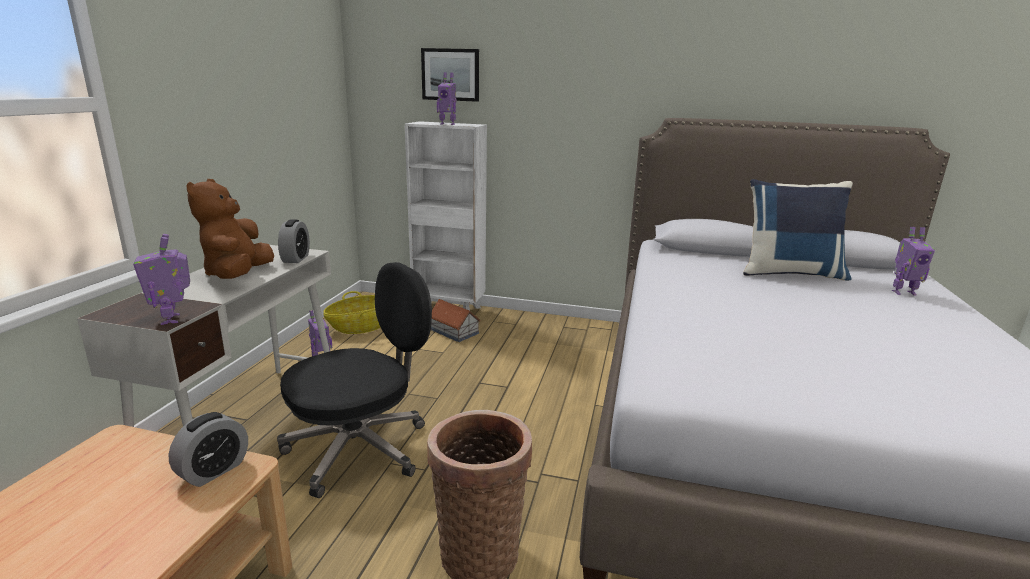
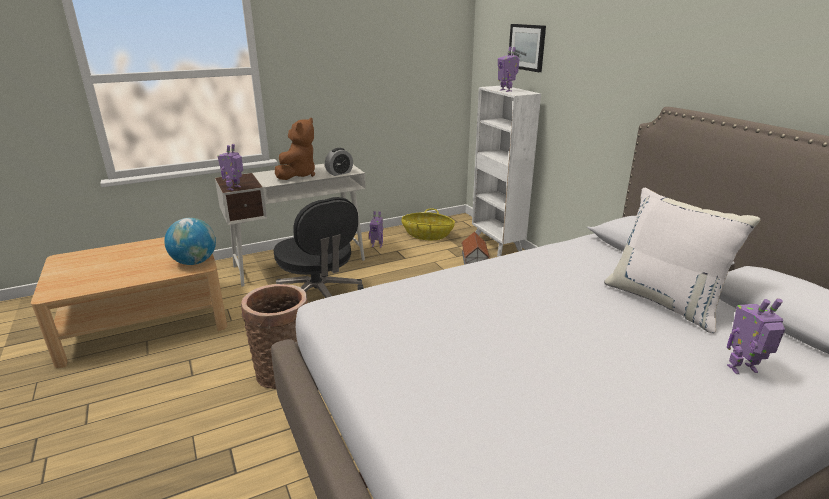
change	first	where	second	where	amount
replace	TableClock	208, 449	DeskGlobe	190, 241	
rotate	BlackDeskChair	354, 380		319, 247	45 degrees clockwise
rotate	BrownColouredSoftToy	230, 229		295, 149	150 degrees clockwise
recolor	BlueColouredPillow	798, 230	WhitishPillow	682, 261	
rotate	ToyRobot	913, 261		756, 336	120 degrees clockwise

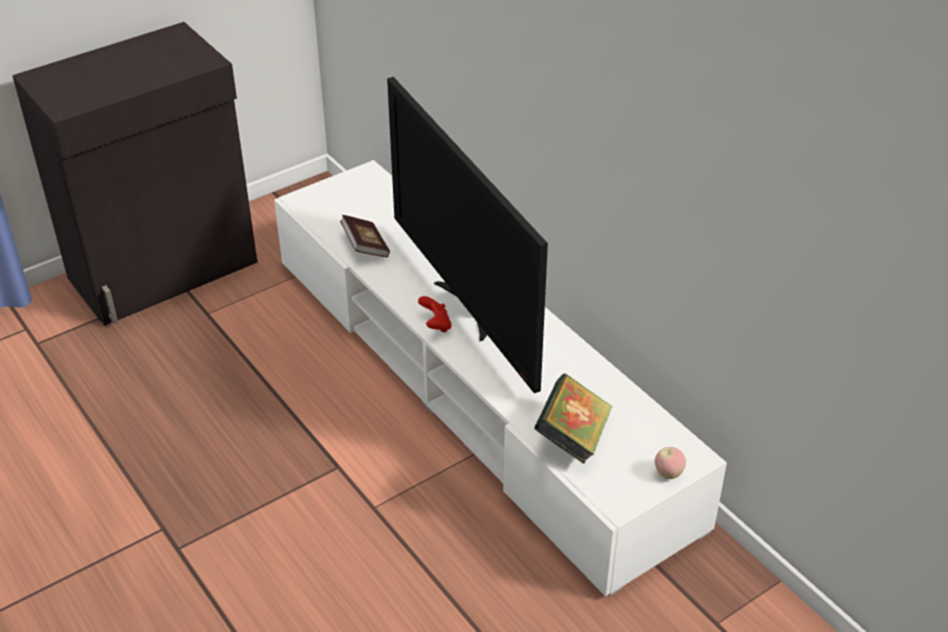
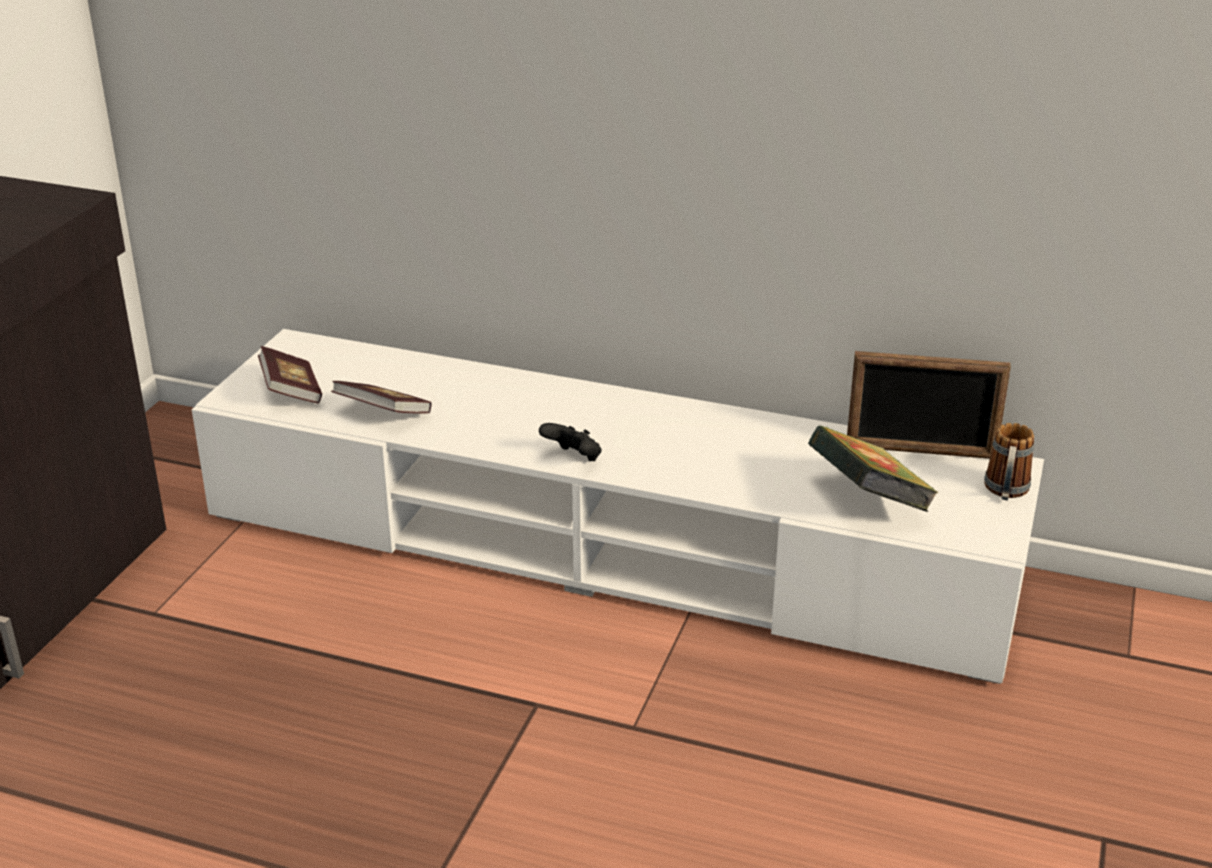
change	first	where	second	where	amount
insert			Book	290, 375	
recolor	RedGameController	435, 314	BlackGameController	570, 442	
insert			PhotoFrame	929, 405	
replace	Apple	670, 463	CoffeeMug	1009, 461	
delete	Tv	467, 235			

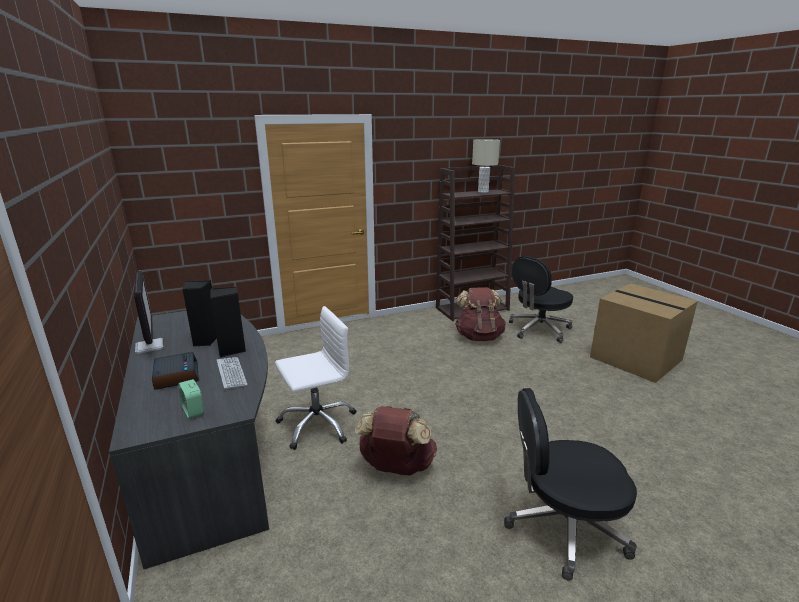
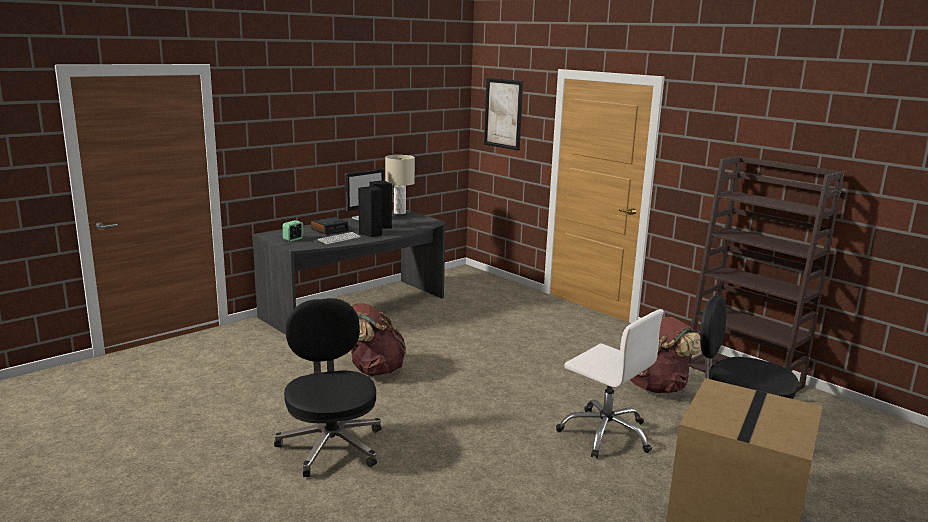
change	first	where	second	where	amount
move	BeigeColouredTabletopLamp	486, 166		400, 184	
insert			Picture	503, 114	
move	WhitishDeskChair	315, 378		610, 383	

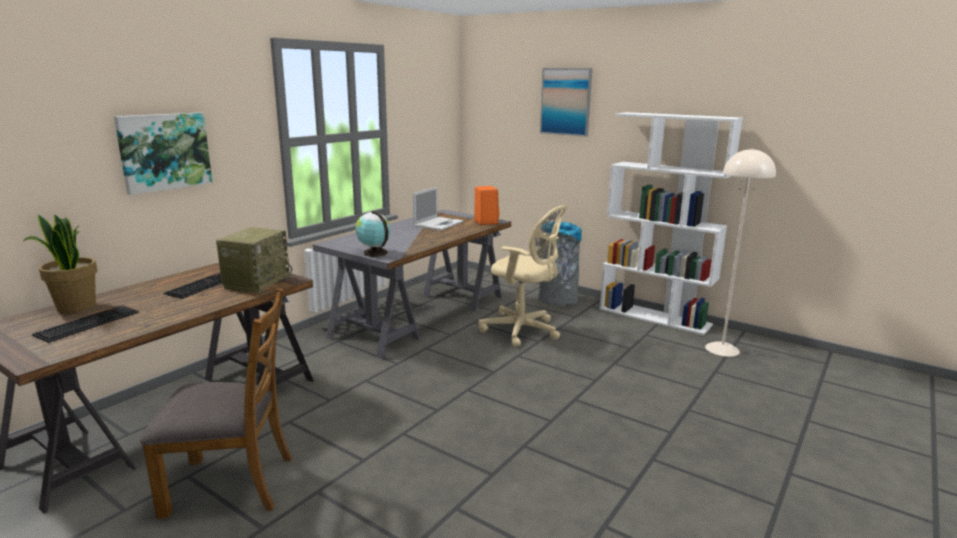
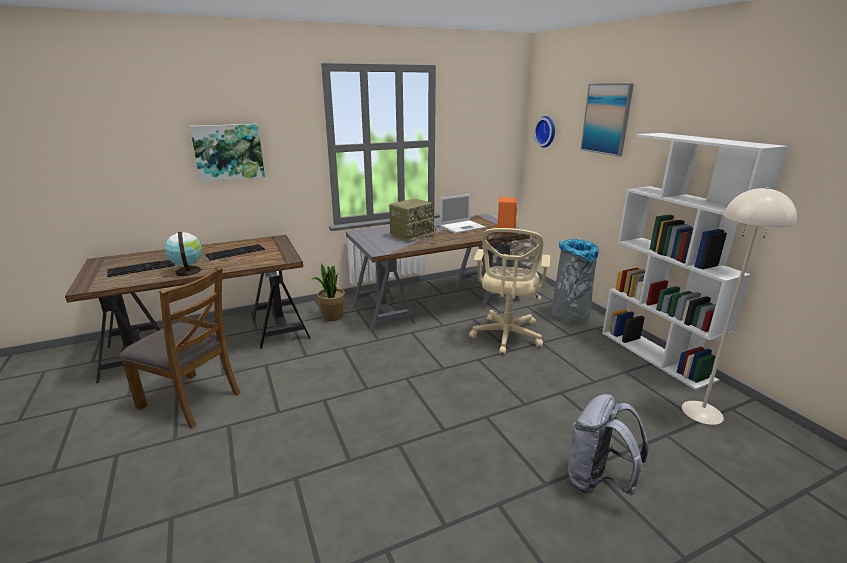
change	first	where	second	where	amount
move	DeskGlobe	373, 234		183, 254	
move	Houseplant	60, 263		328, 292	
move	Radio	254, 260		412, 220	
rotate	BeigeColouredDeskChair	522, 276		509, 291	45 degrees clockwise
insert			WallClock	544, 132	
insert			GreyBackpack	608, 444	

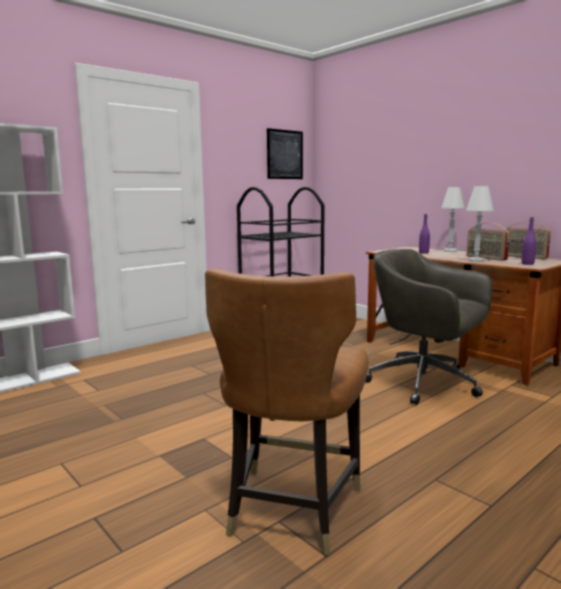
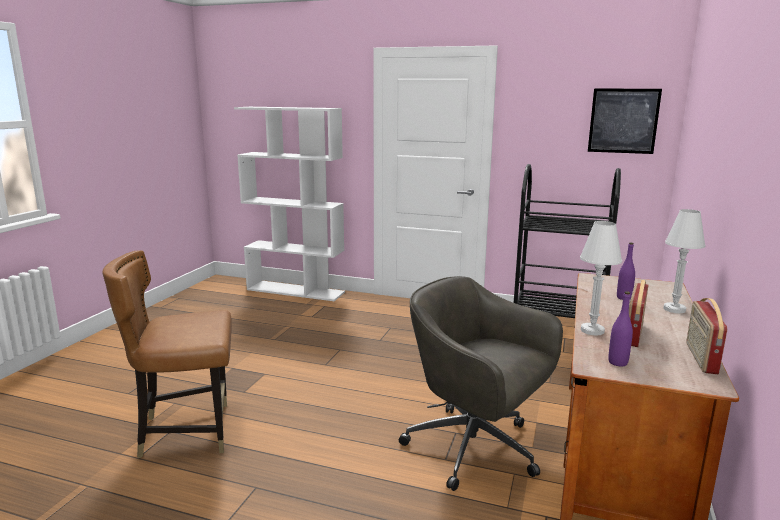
change	first	where	second	where	amount
rotate	GreyDeskChair	429, 327		481, 383	60 degrees counterclockwise

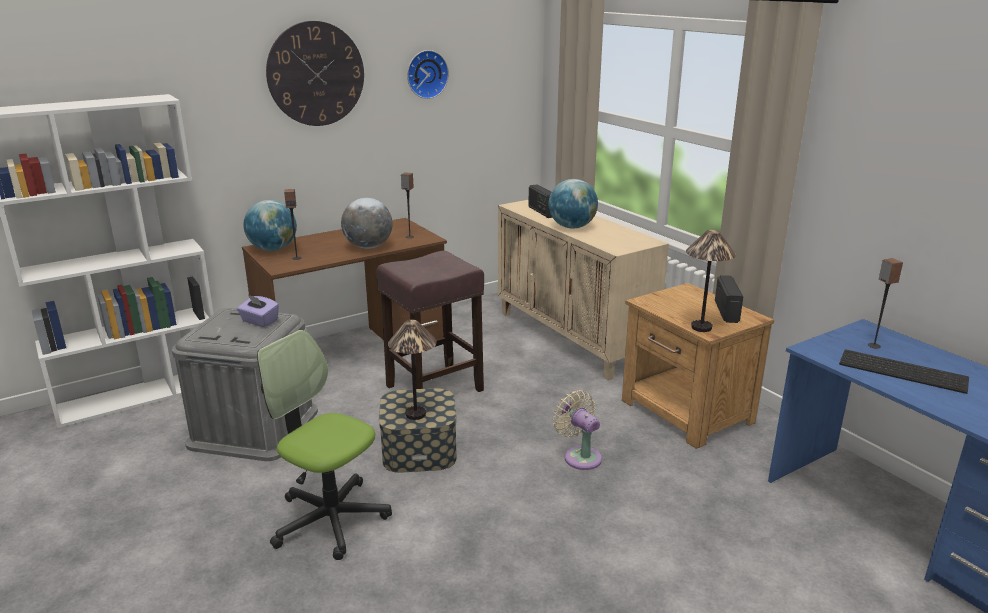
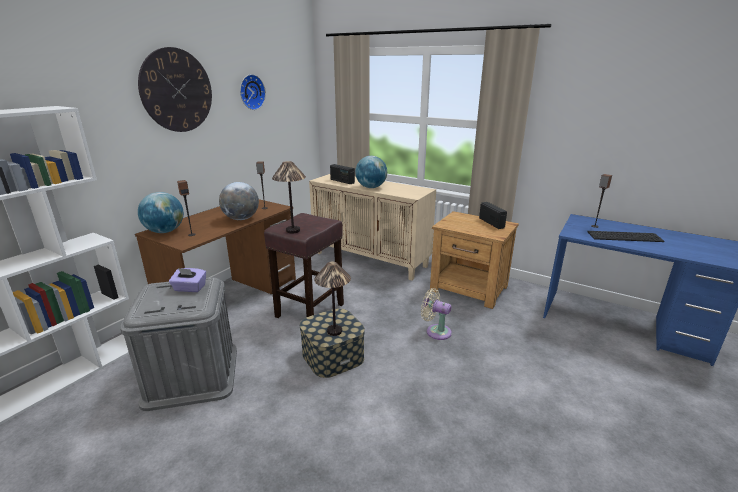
change	first	where	second	where	amount
move	TabletopLamp	711, 281		289, 197	
delete	DeskChair	324, 445			

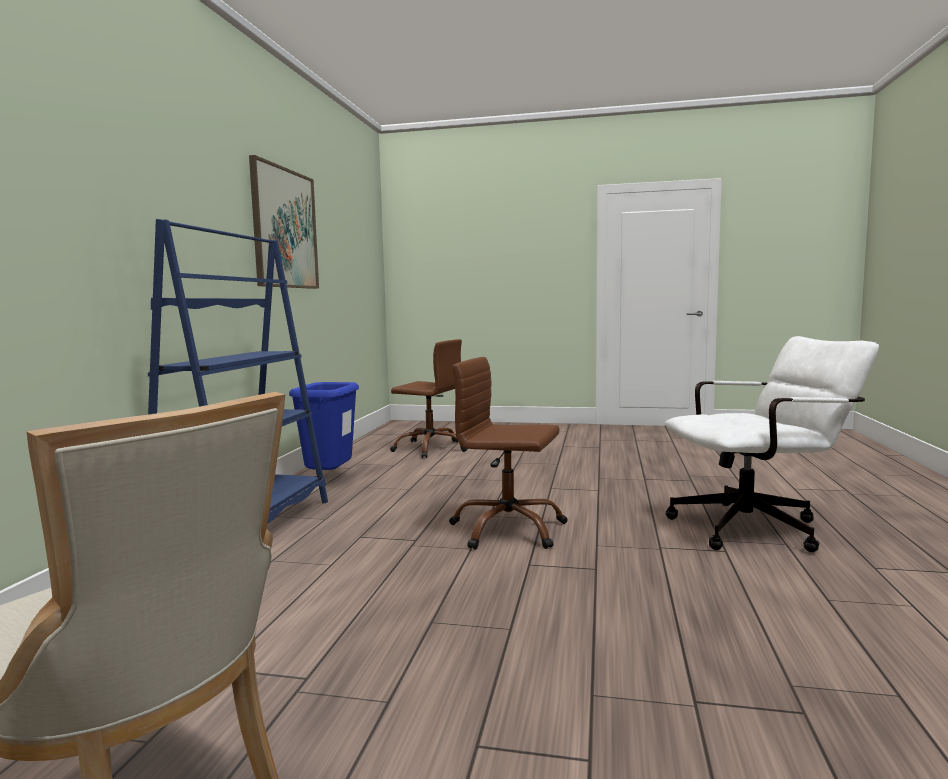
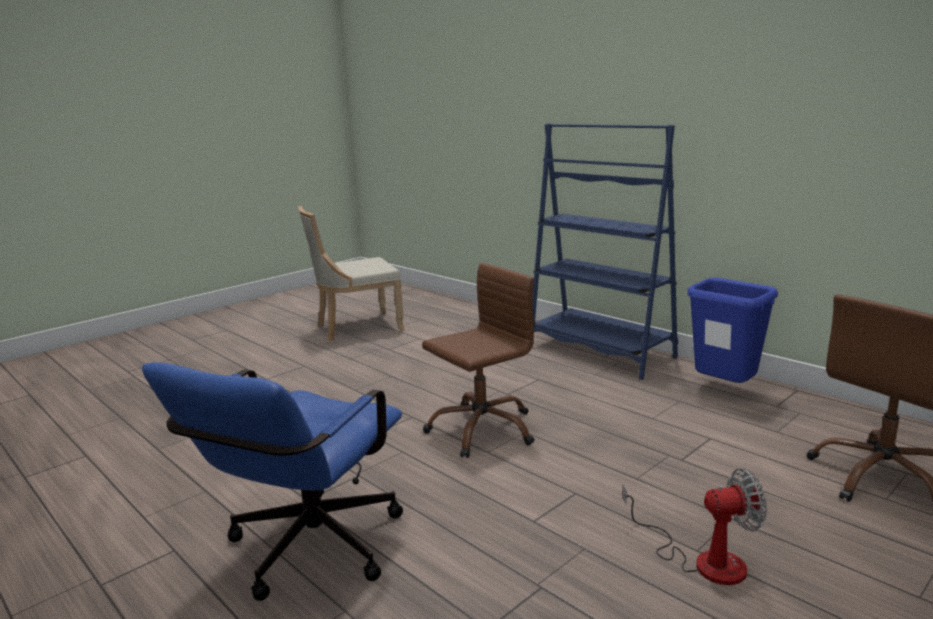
change	first	where	second	where	amount
recolor	WhitishDeskChair	772, 444	BlueColouredDeskChair	272, 481	
insert			Fan	694, 526	
delete	Picture	284, 222			

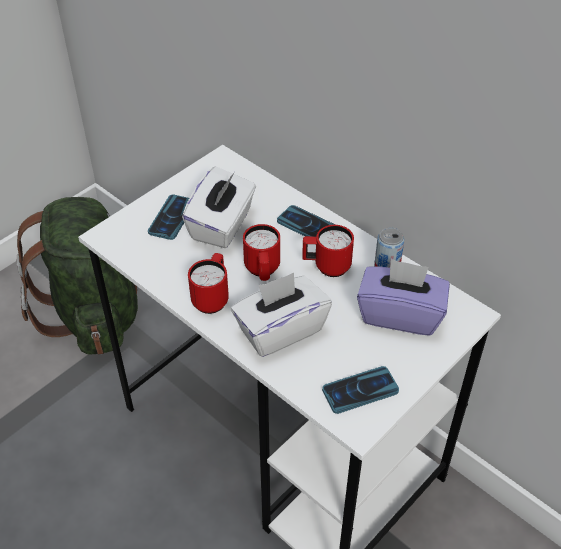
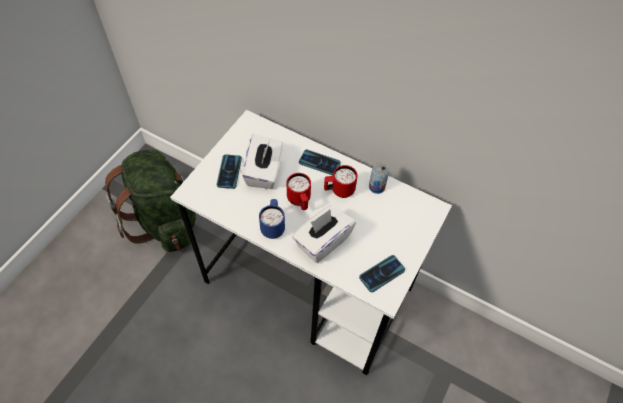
change	first	where	second	where	amount
recolor	RedCoffeeMug	208, 283	BlueColouredCoffeeMug	272, 219	
delete	PurpleBoxOfTissues	403, 297			

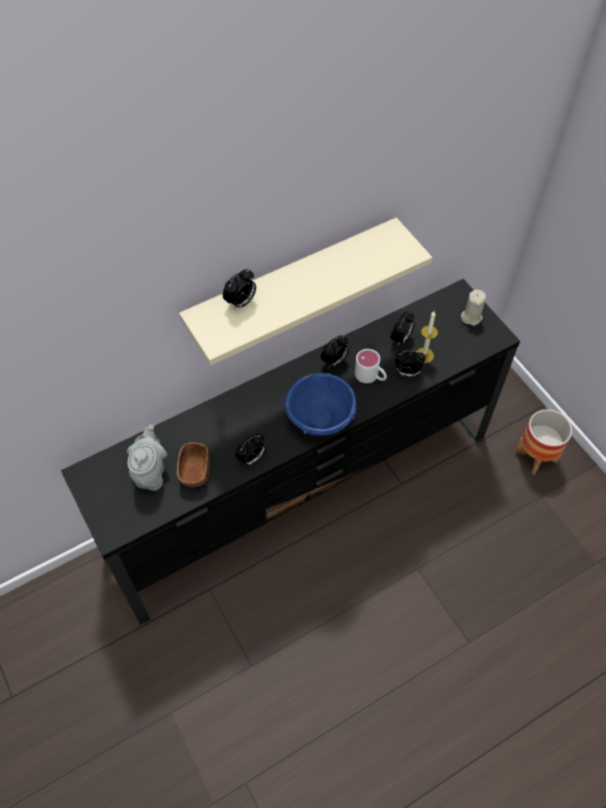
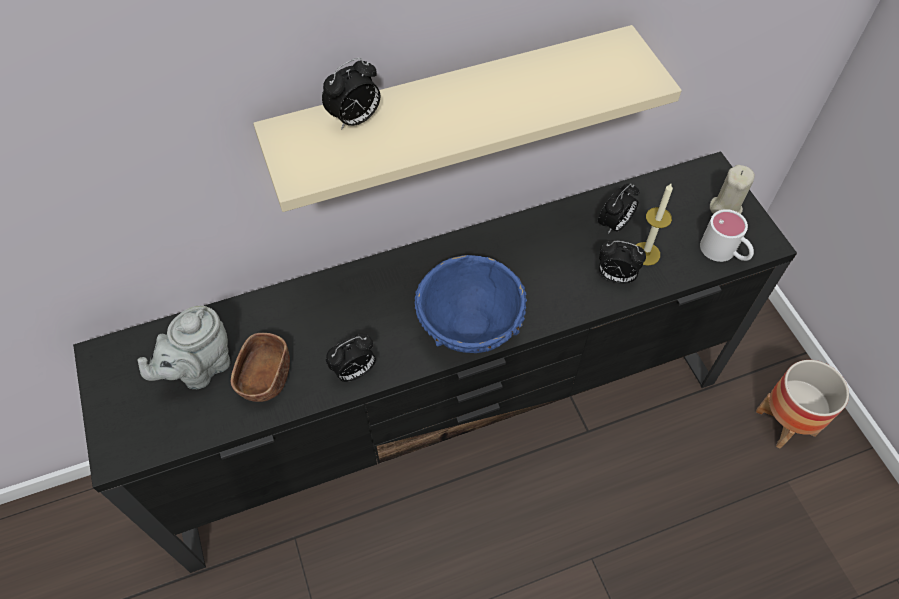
change	first	where	second	where	amount
rotate	GreyTeaPot	147, 458		184, 347	150 degrees counterclockwise
move	WhitishCoffeeMug	371, 366		727, 235	
delete	TableClock	334, 351			

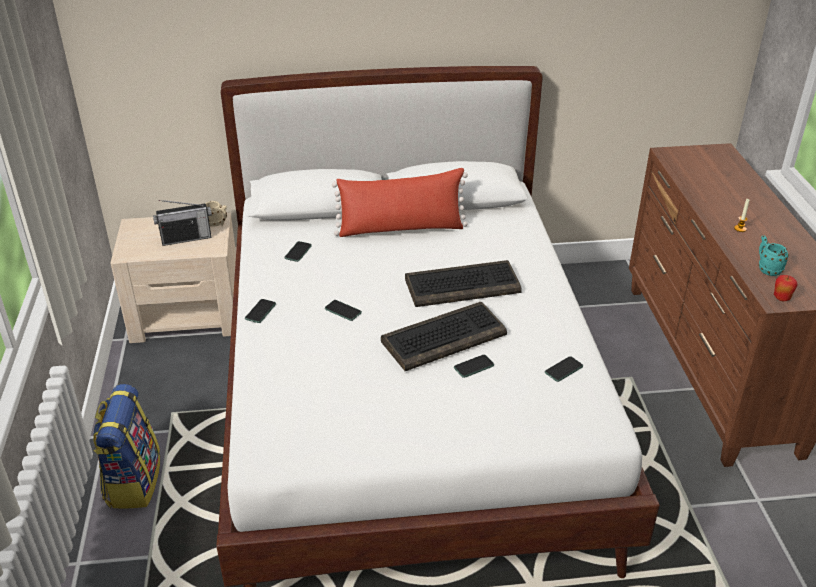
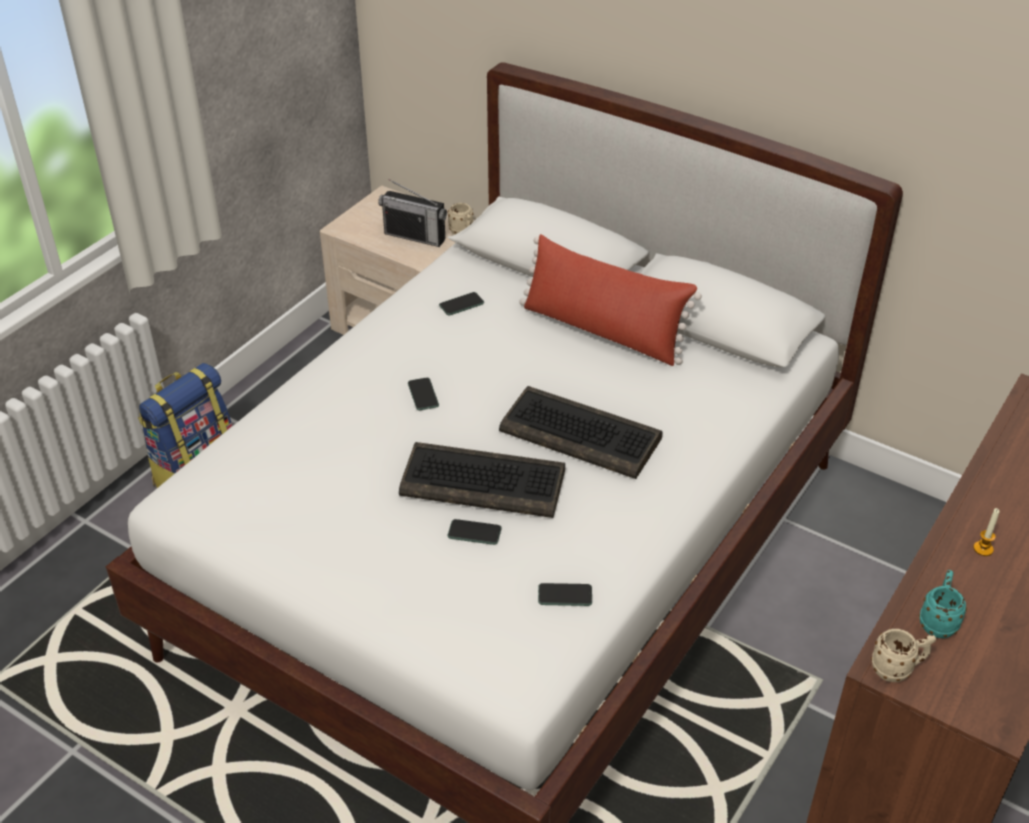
change	first	where	second	where	amount
replace	Apple	786, 288	BeigeColouredCoffeeMug	903, 655	
delete	Phone	260, 311			

